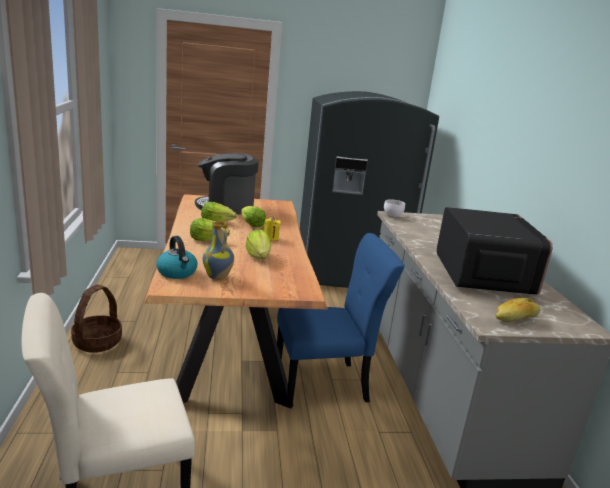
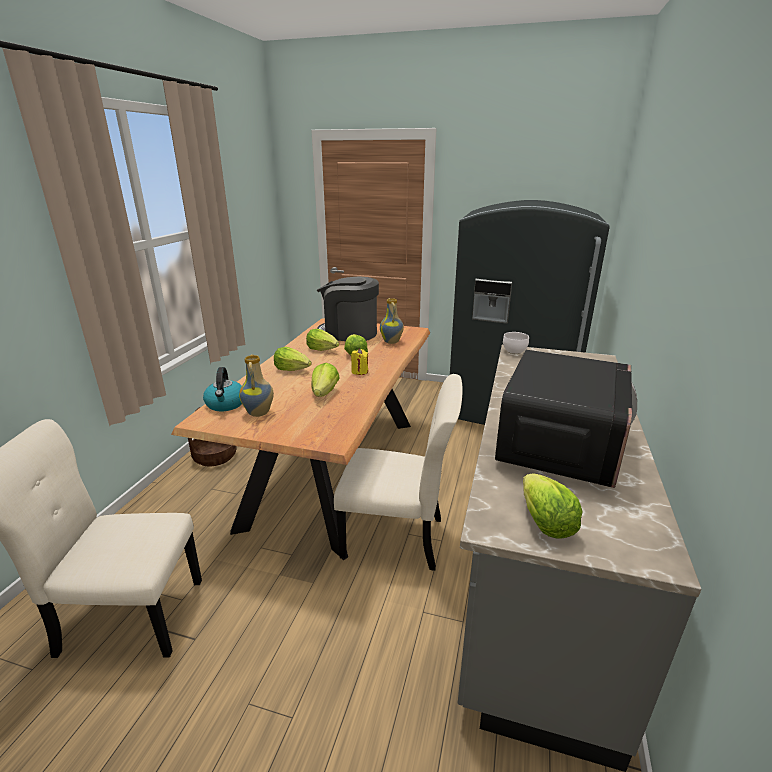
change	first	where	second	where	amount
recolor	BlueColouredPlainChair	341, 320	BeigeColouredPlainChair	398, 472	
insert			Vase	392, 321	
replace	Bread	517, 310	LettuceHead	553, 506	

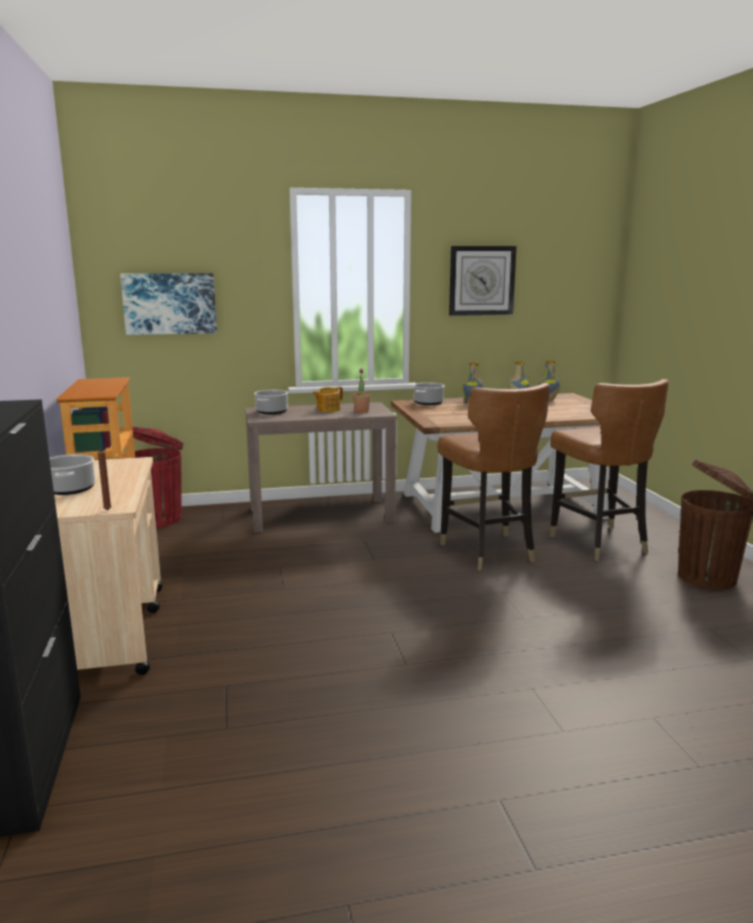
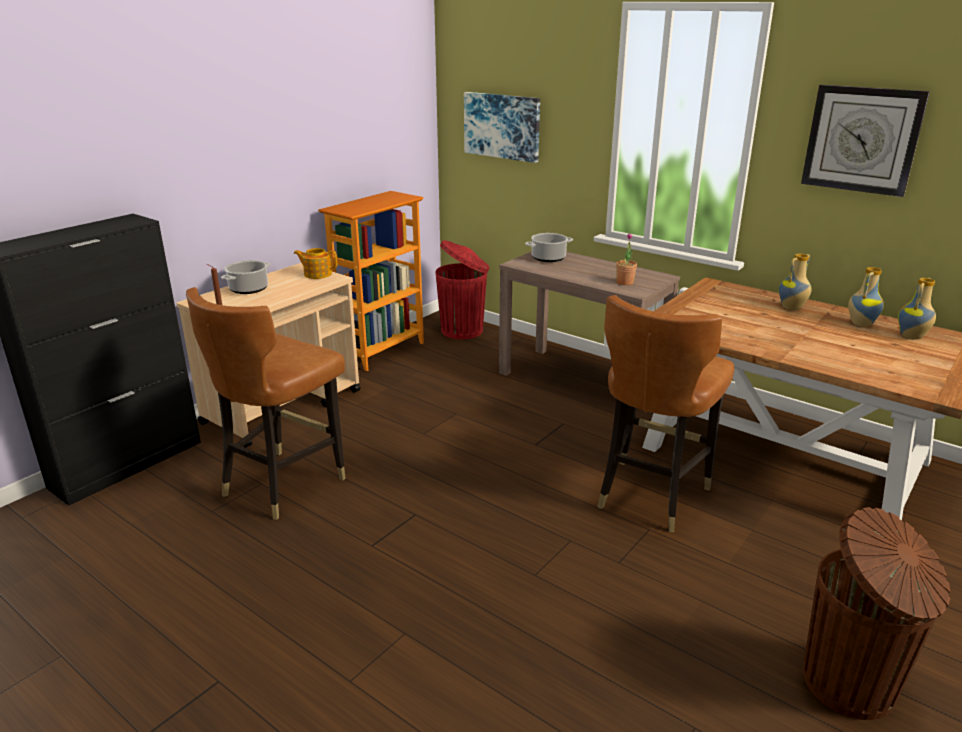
change	first	where	second	where	amount
move	BrownColouredPlainChair	609, 470		266, 403	
move	TeaPot	328, 399		315, 263	
delete	Saucepot	429, 394			

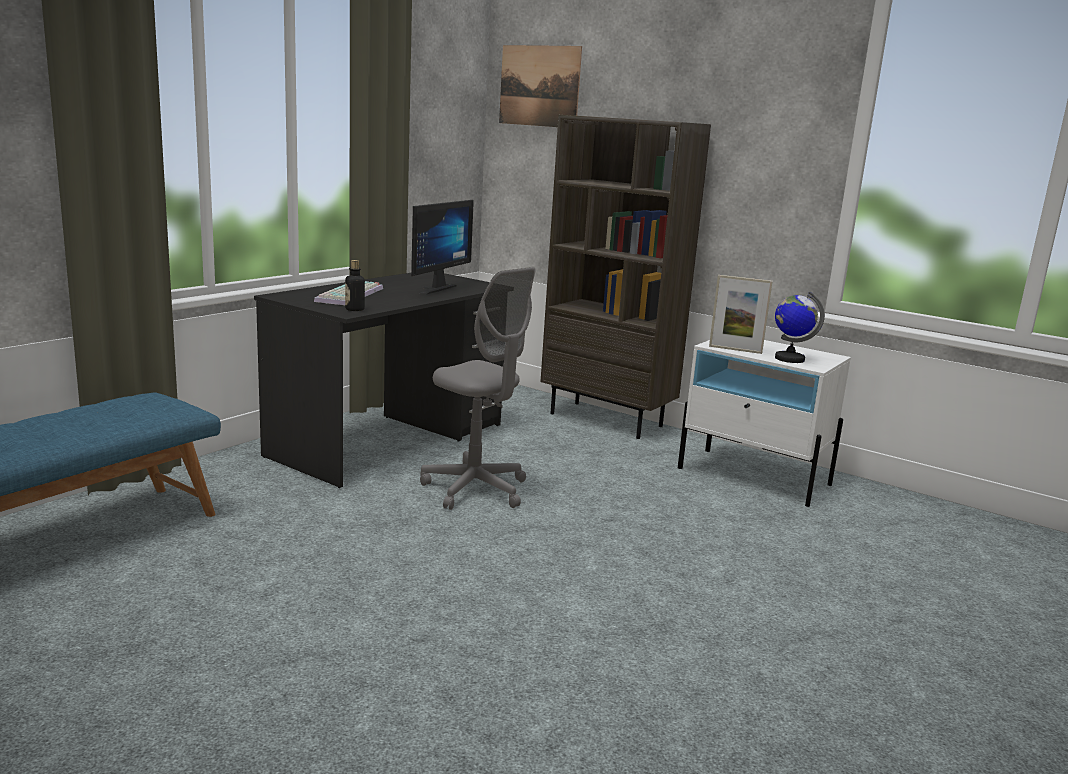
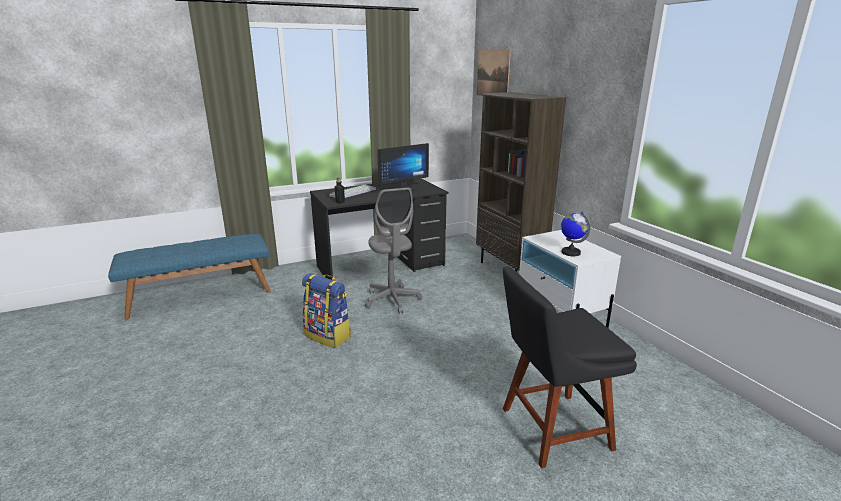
change	first	where	second	where	amount
insert			Backpack	326, 310	
insert			BlackPlainChair	570, 367	
delete	PhotoFrame	741, 314			

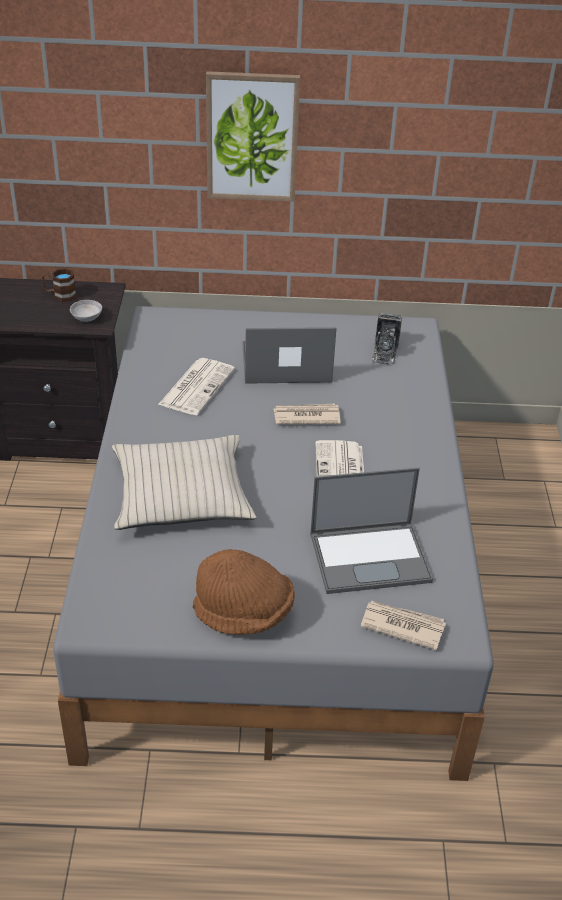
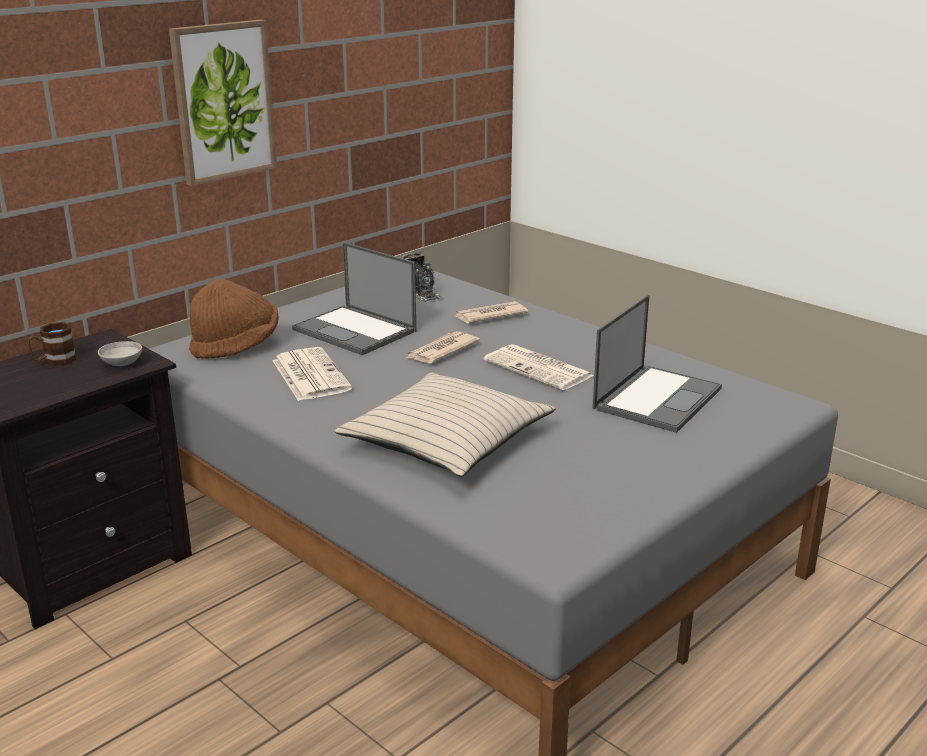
change	first	where	second	where	amount
move	BrownColouredWearableHat	244, 592		234, 319	
rotate	PortableComputer	290, 355		354, 298	90 degrees counterclockwise
move	PrintedPaper	403, 625		491, 312	

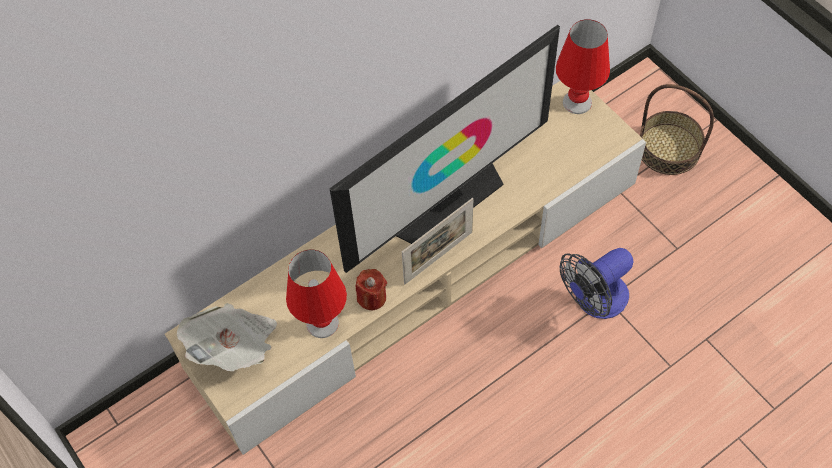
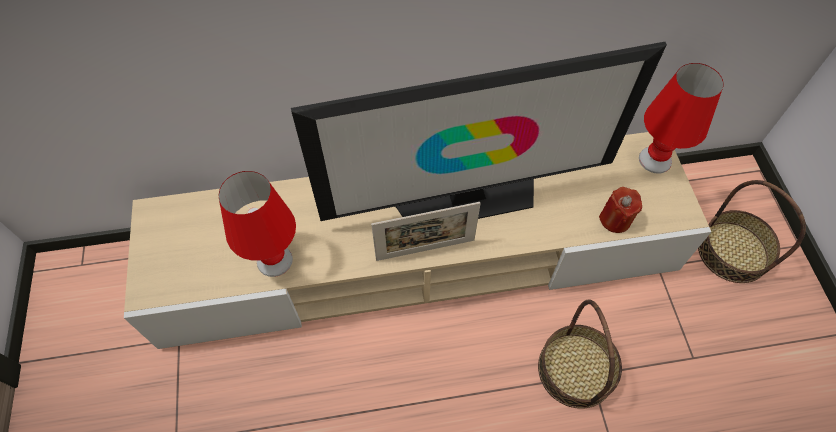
change	first	where	second	where	amount
replace	Fan	597, 283	HouseholdBasket	580, 354	
move	RedWaxLight	371, 289		620, 210	
delete	PrintedPaper	227, 337			

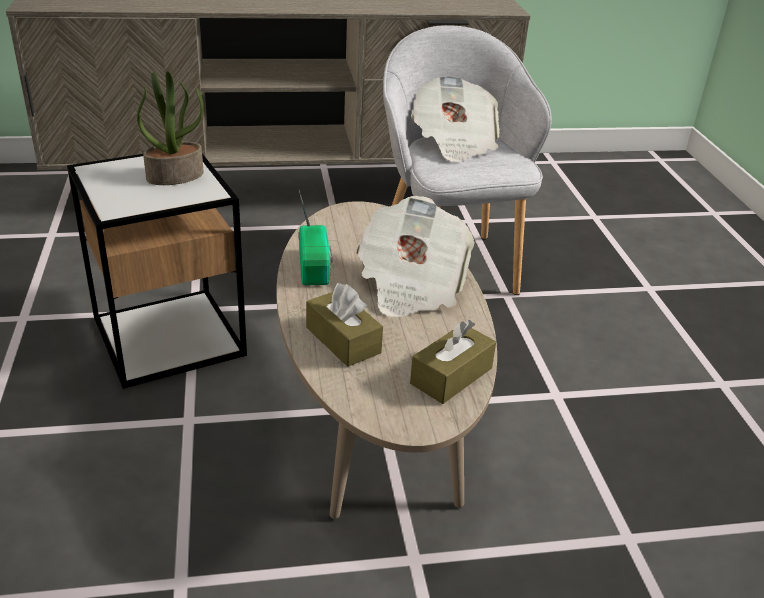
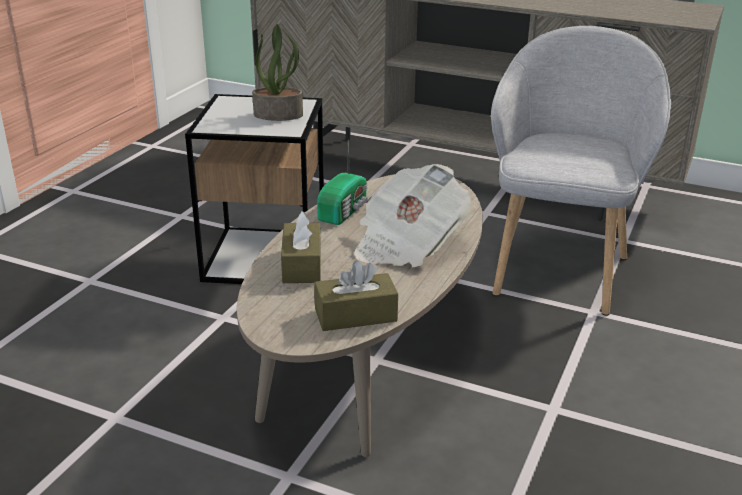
change	first	where	second	where	amount
delete	PrintedPaper	455, 119			

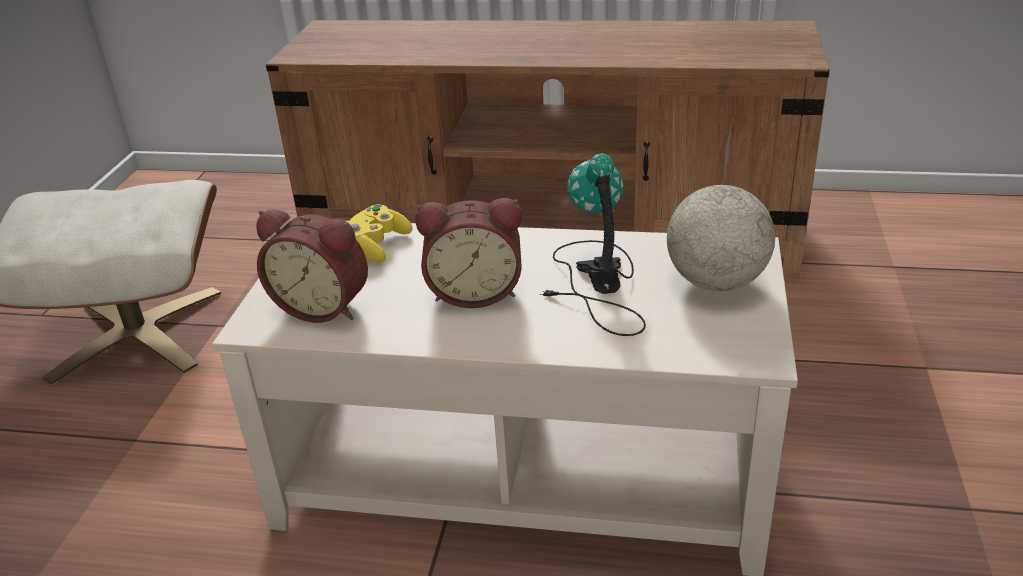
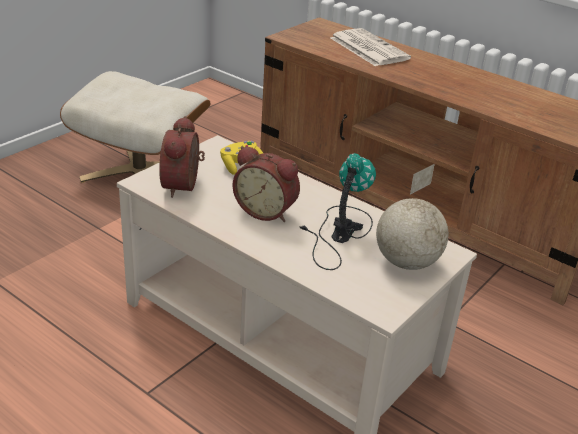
change	first	where	second	where	amount
rotate	TableClock	312, 266		182, 157	45 degrees clockwise
insert			PrintedPaper	370, 47	

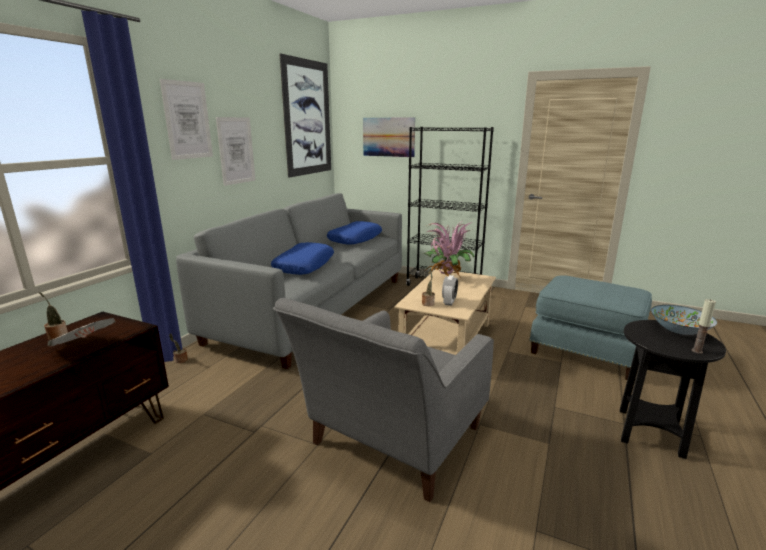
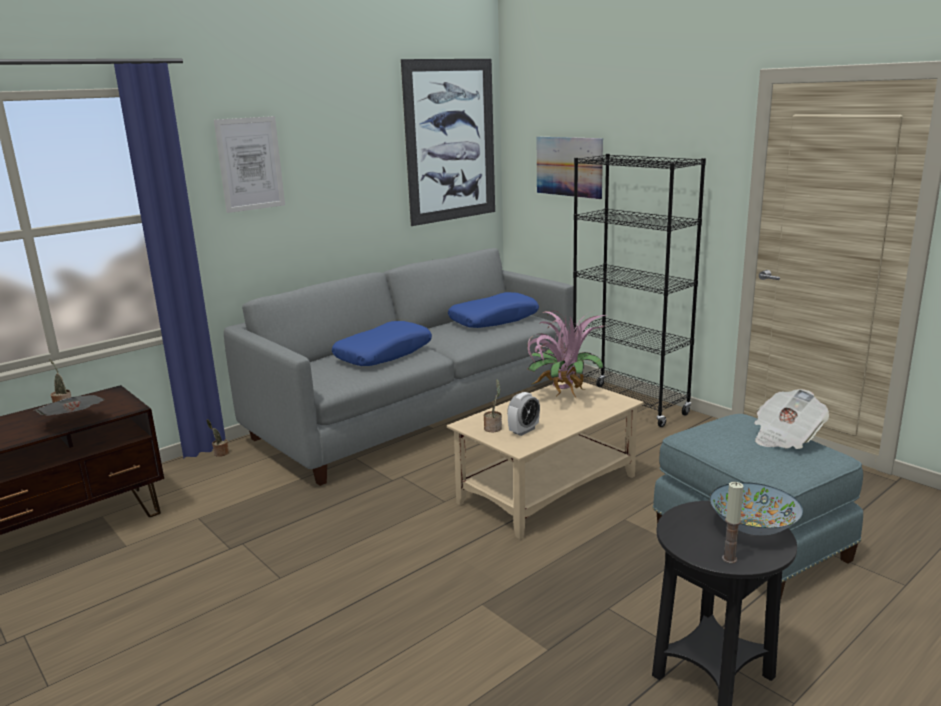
change	first	where	second	where	amount
insert			PrintedPaper	791, 419	
delete	Picture	235, 151			
delete	GreyLoungeChair	383, 400			

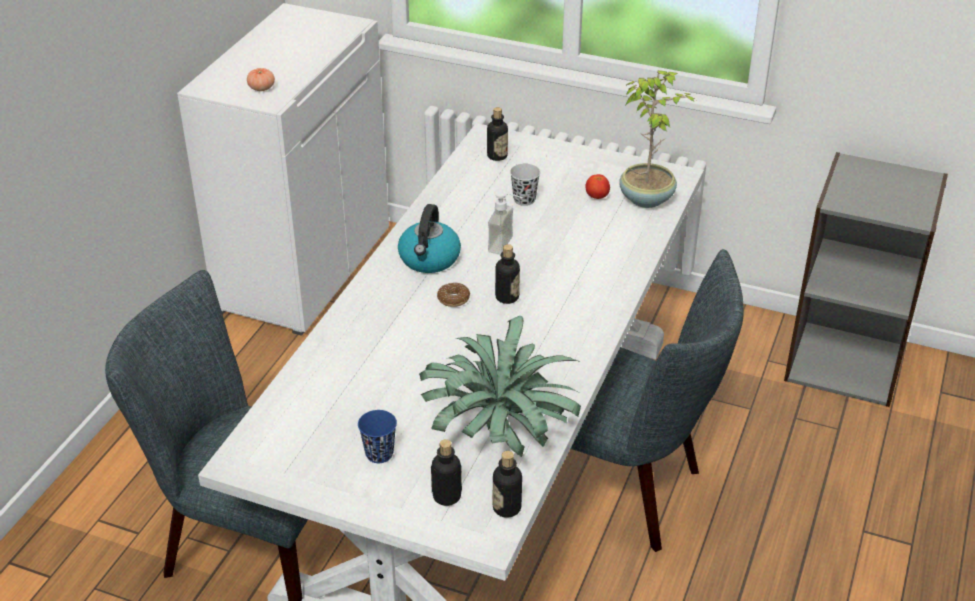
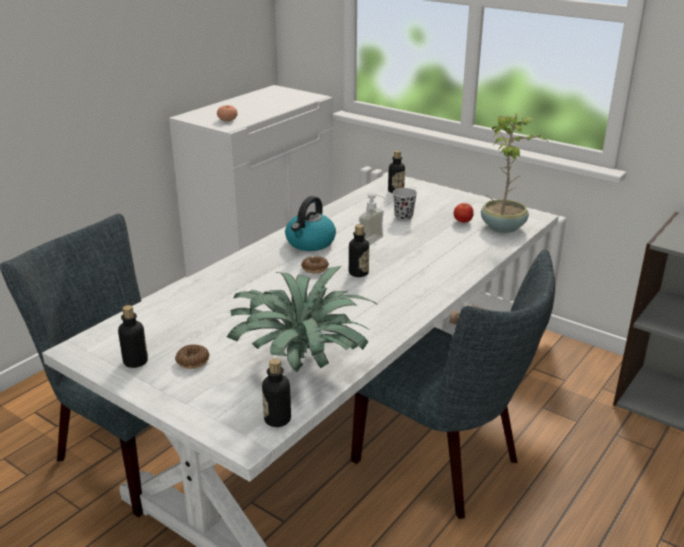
change	first	where	second	where	amount
move	DrinkBottle	446, 472		133, 336	
replace	BlueColouredCup	377, 436	RingDoughnut	192, 356	

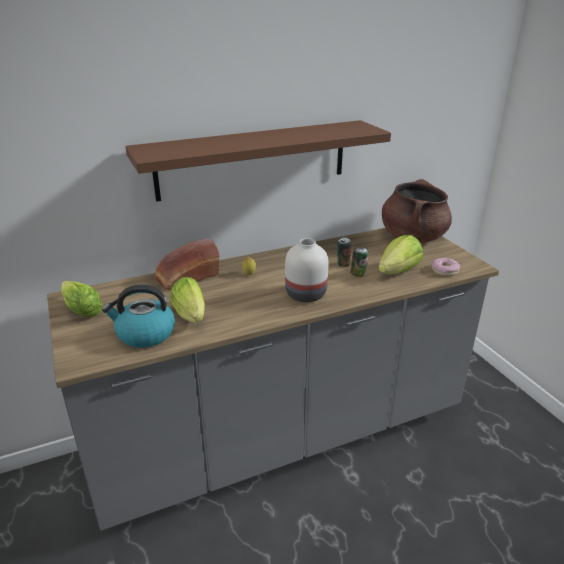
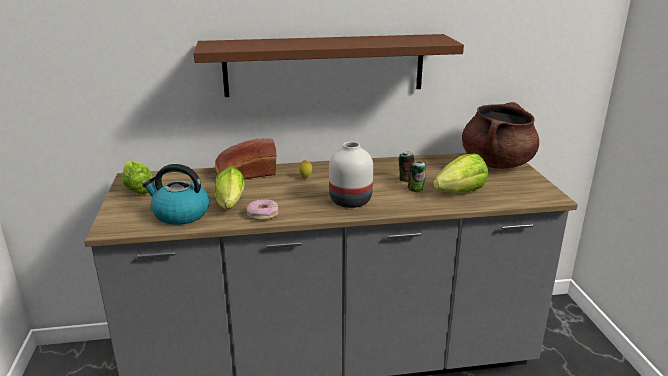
change	first	where	second	where	amount
move	RingDoughnut	446, 267		262, 210	

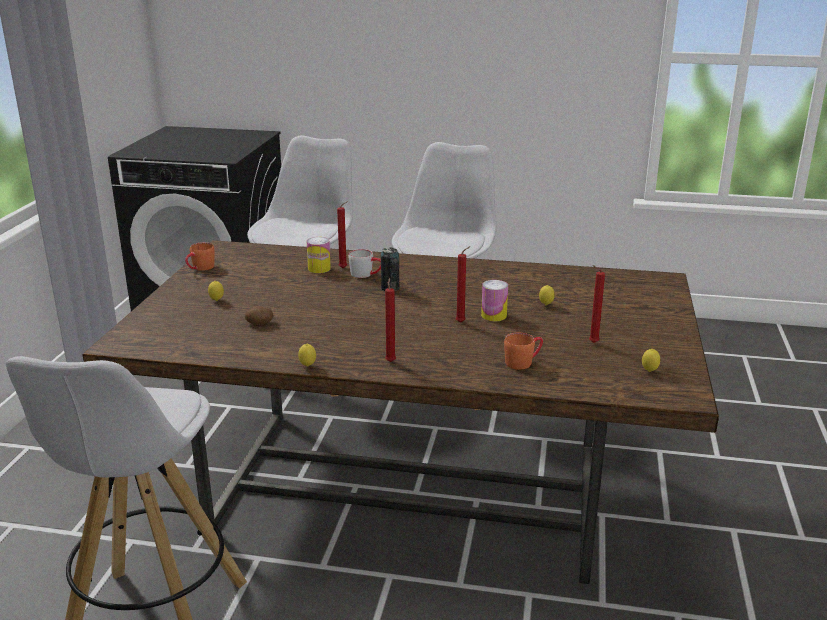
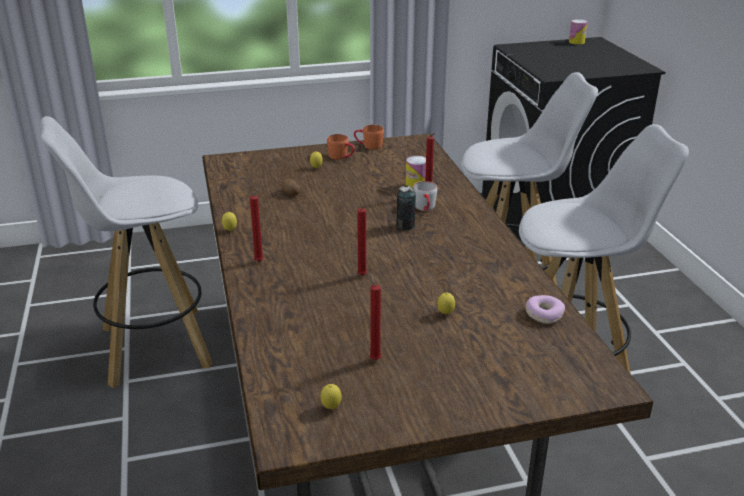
change	first	where	second	where	amount
move	OrangeyCoffeeMug	523, 351		341, 147	
insert			RingDoughnut	545, 309	
move	MetalCan	494, 300		578, 32	

